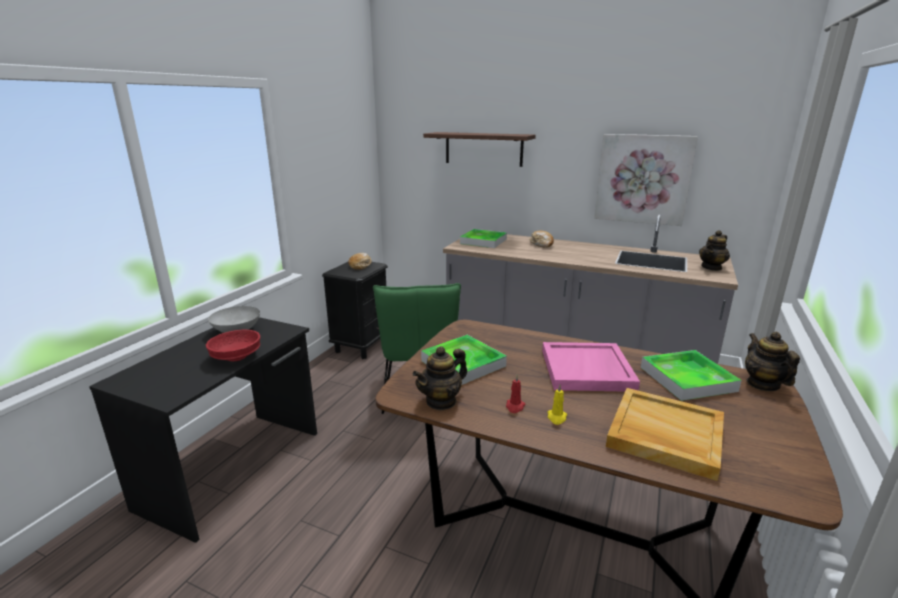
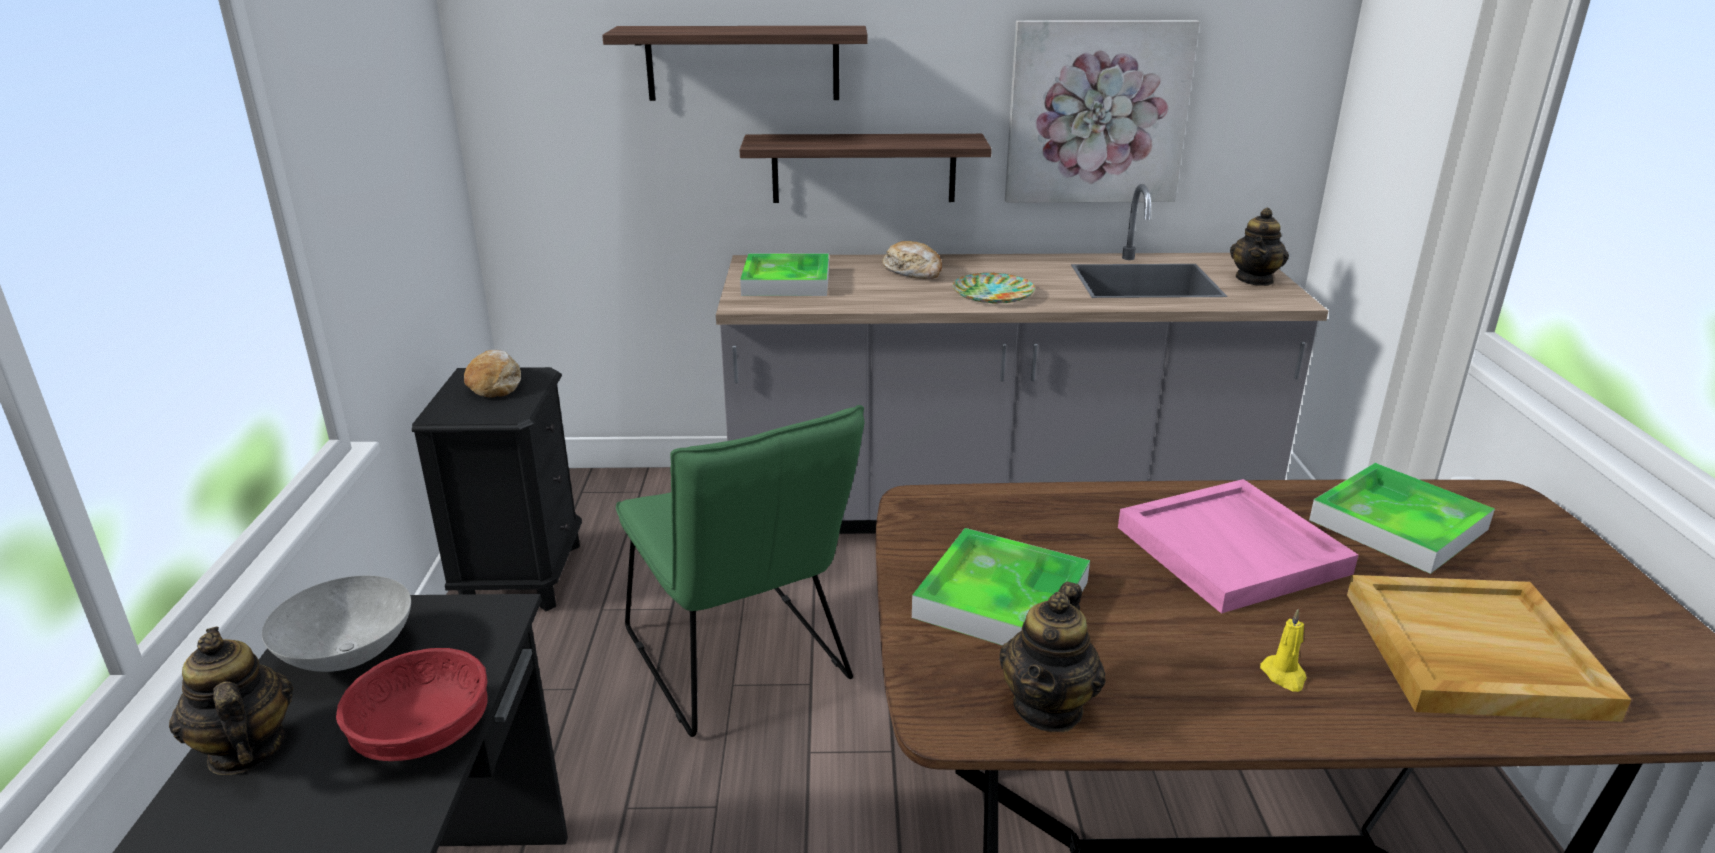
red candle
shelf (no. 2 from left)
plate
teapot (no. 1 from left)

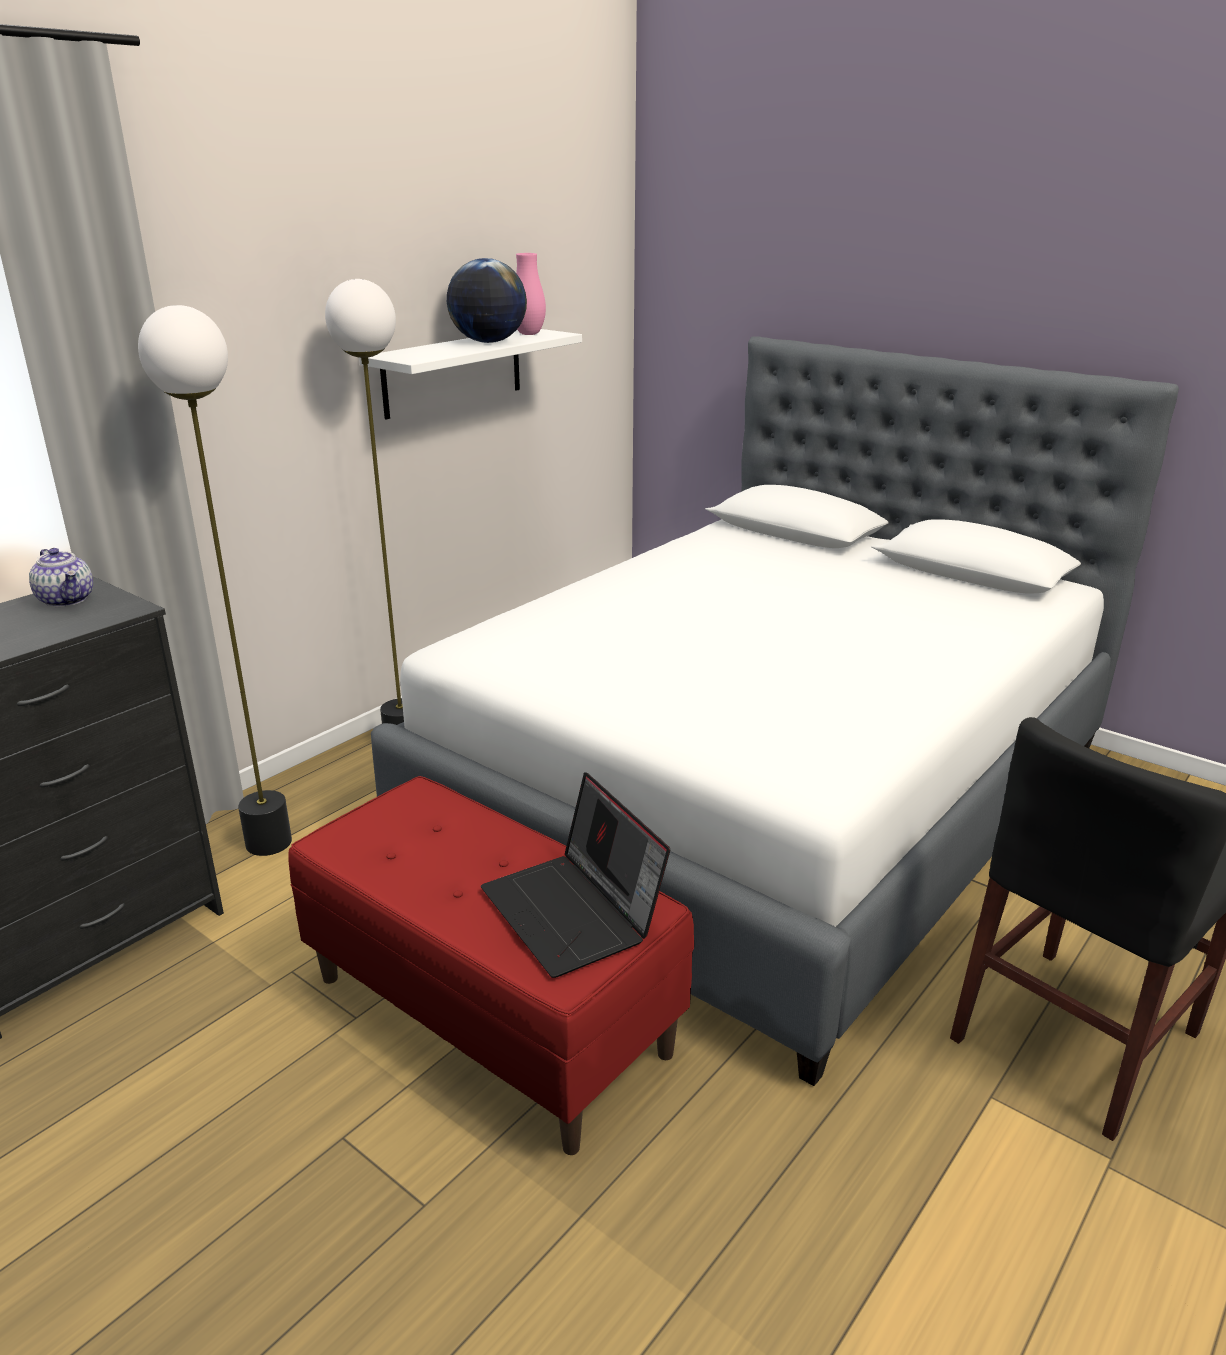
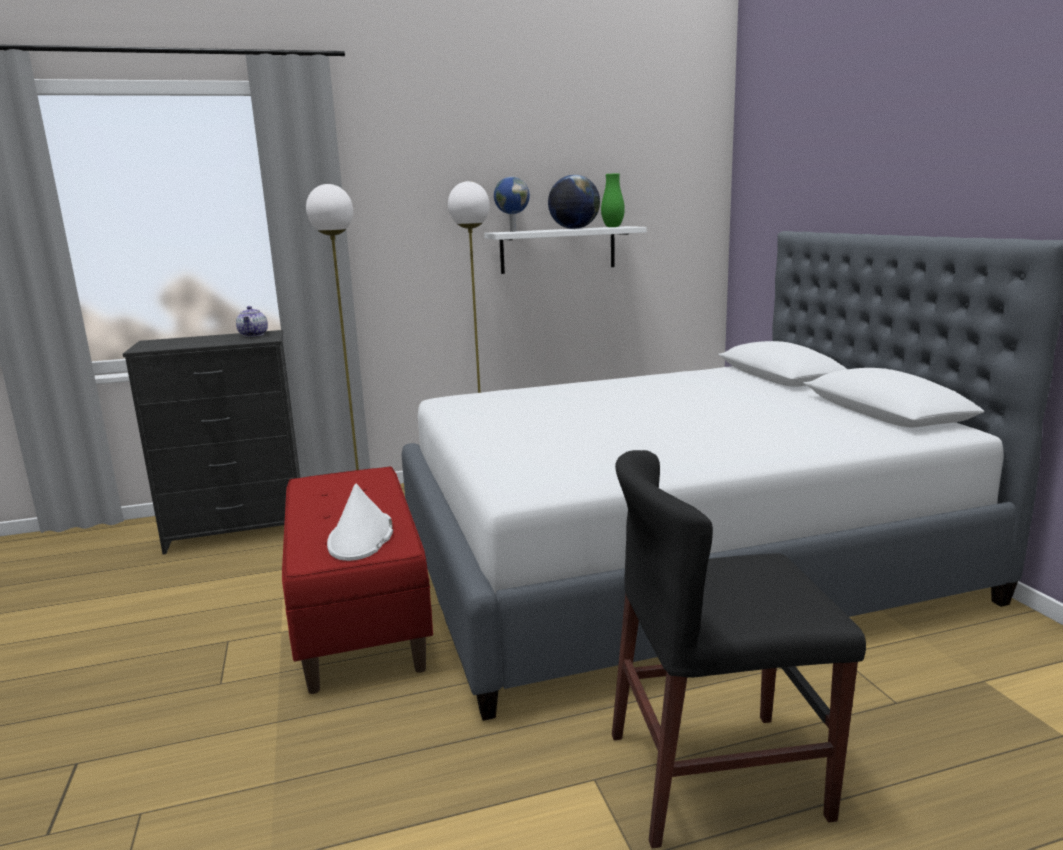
globe (no. 1 from left)
white hat
green vase

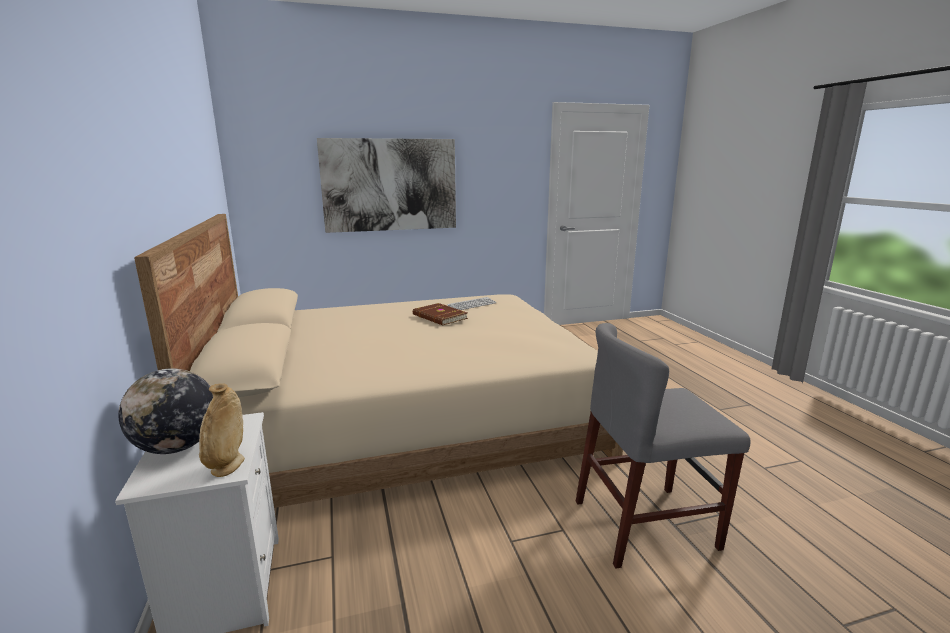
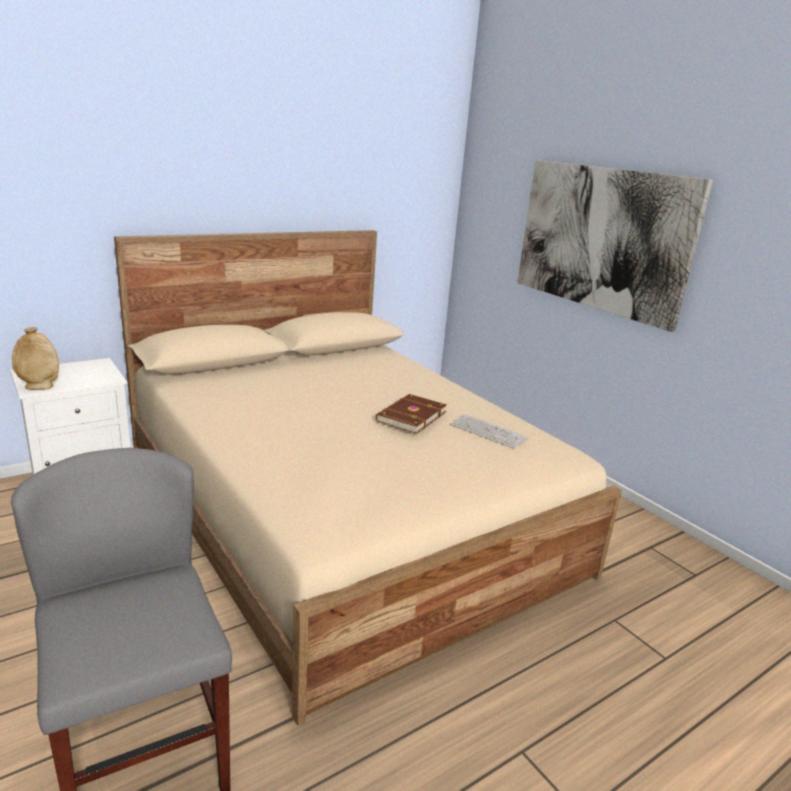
globe

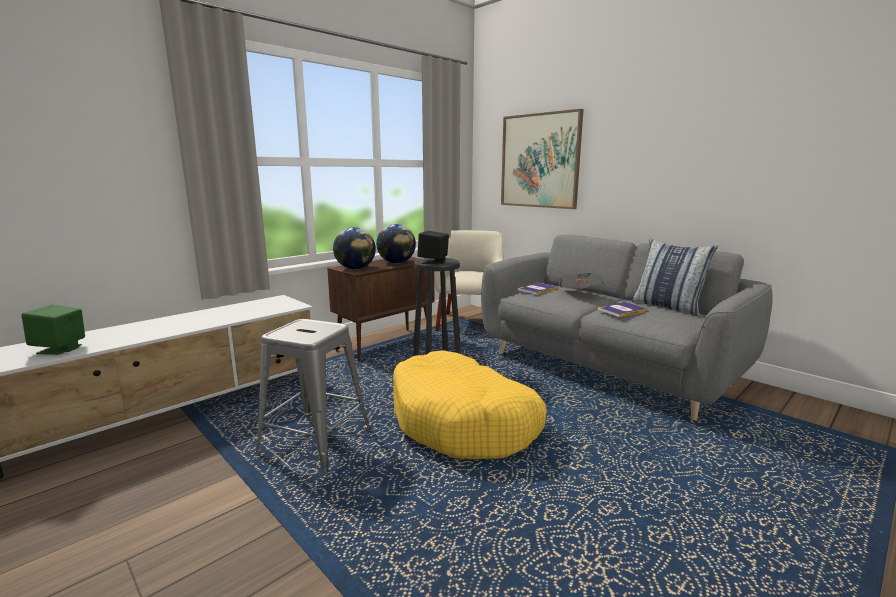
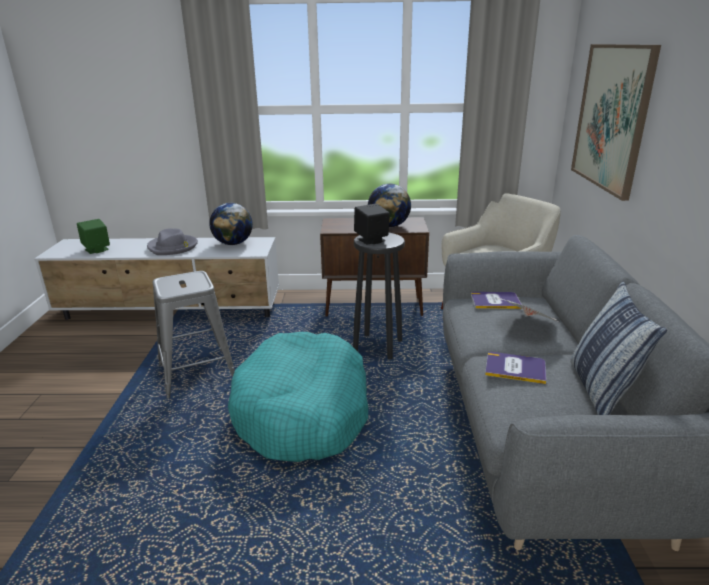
grey hat
globe (no. 1 from left)
turquoise dog bed

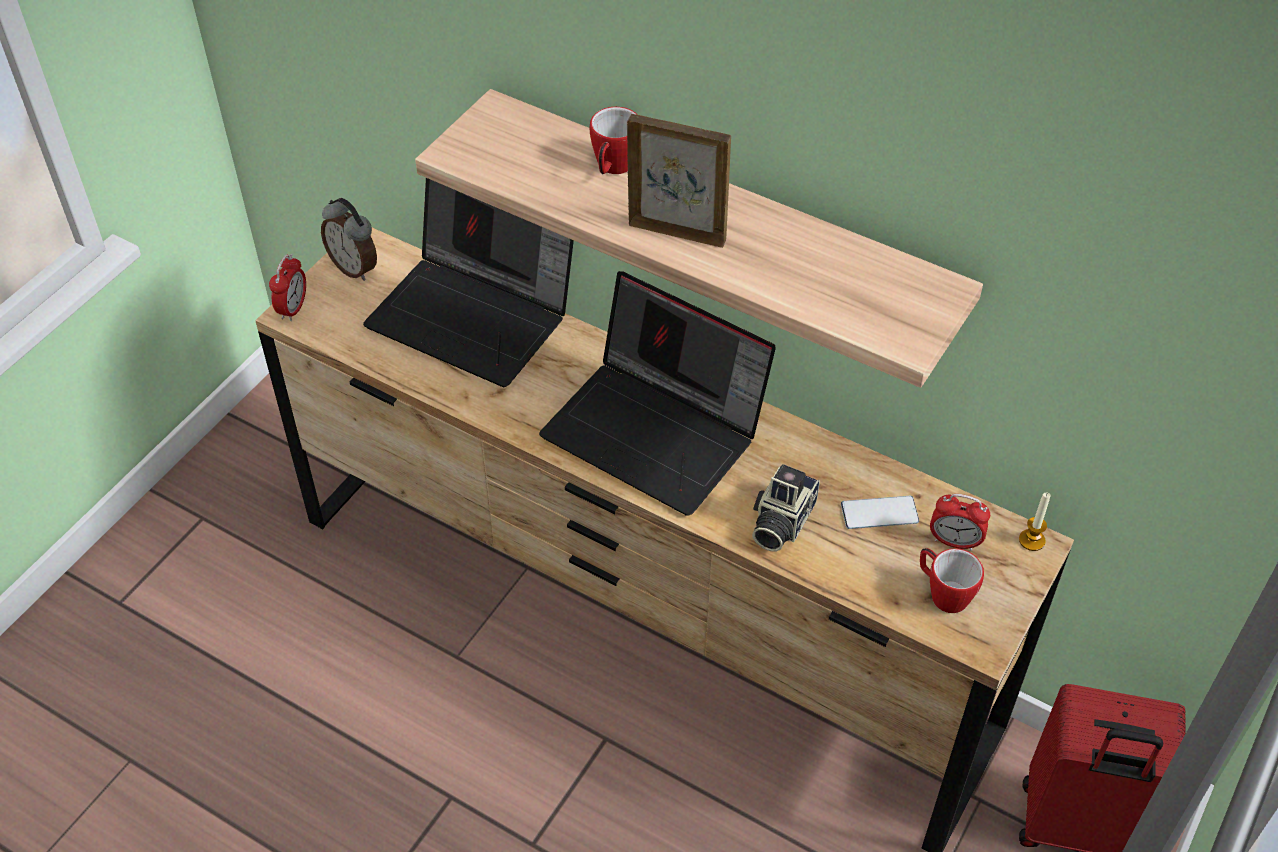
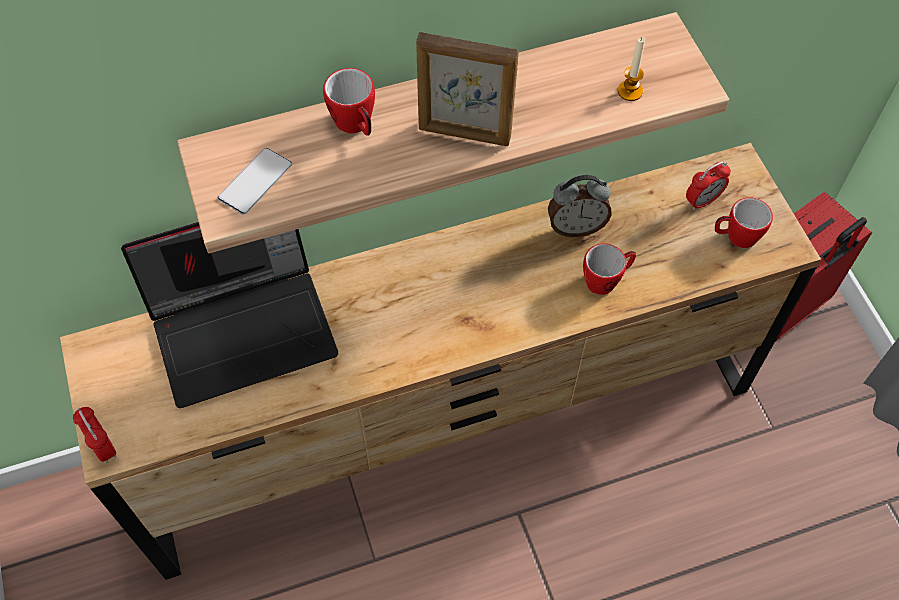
laptop (no. 2 from left in the first image)
alarm clock (no. 2 from left)
phone
candle
mug (no. 2 from left)
picture frame

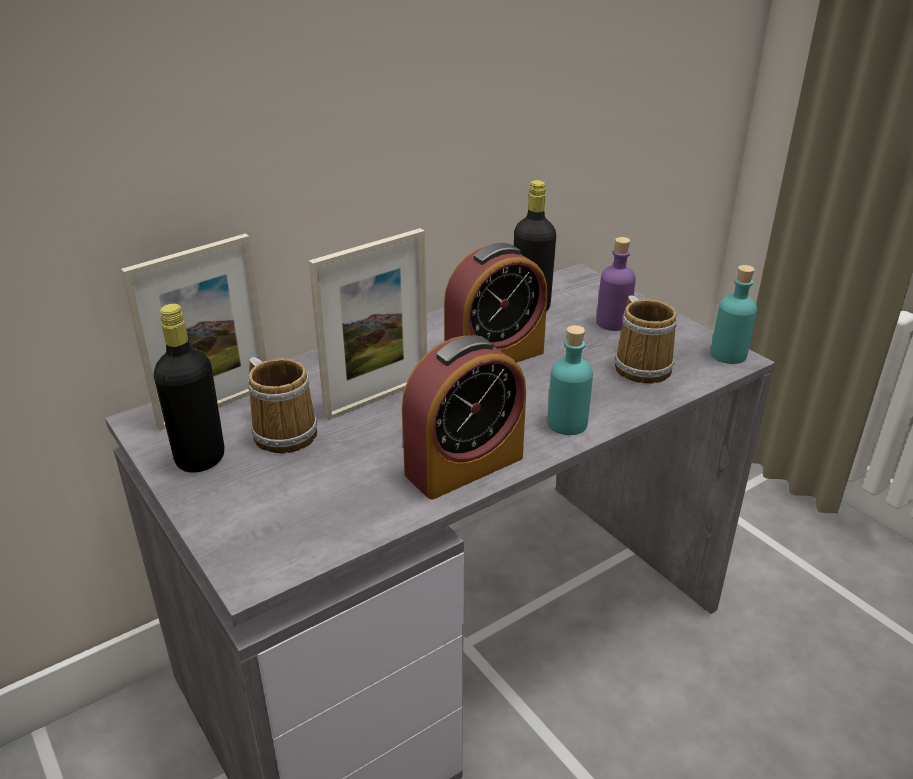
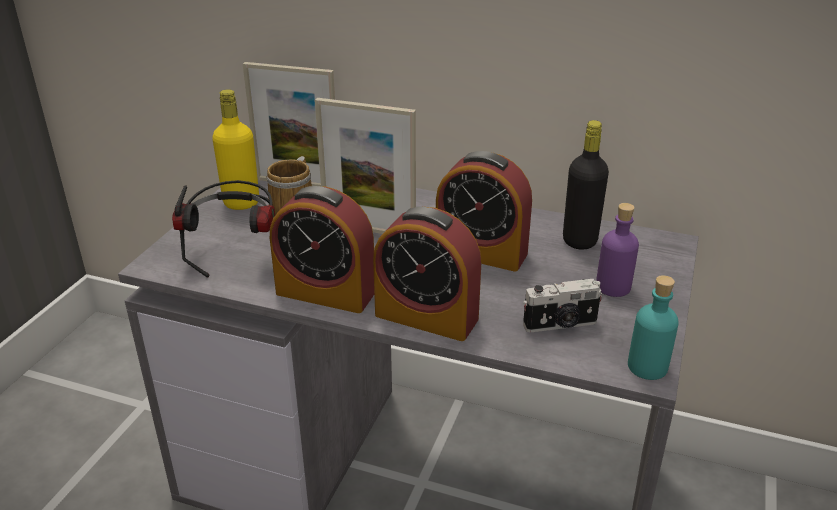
headphones
alarm clock (no. 2 from left)
photo camera
yellow bottle

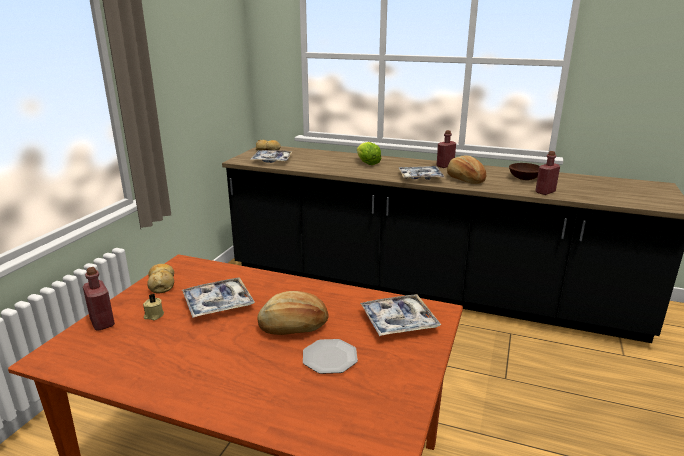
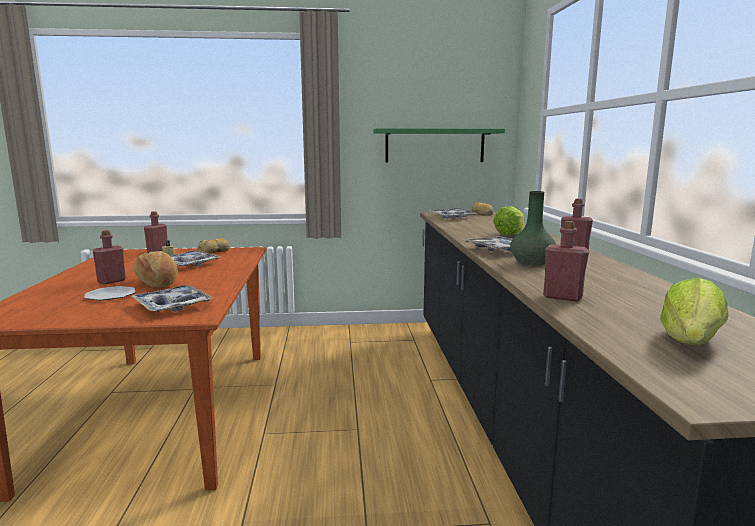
brown bowl
red bottle (no. 1 from left)
green shelf
lettuce (no. 2 from left)
green vase

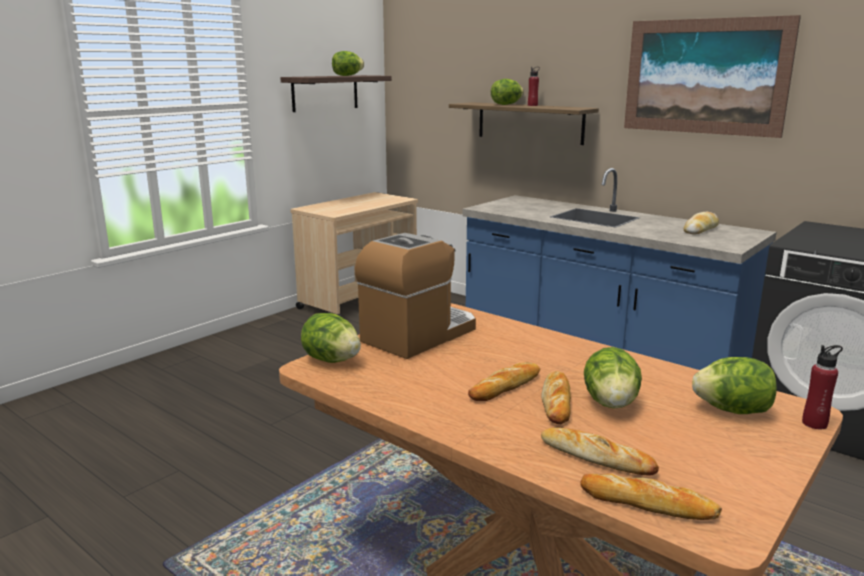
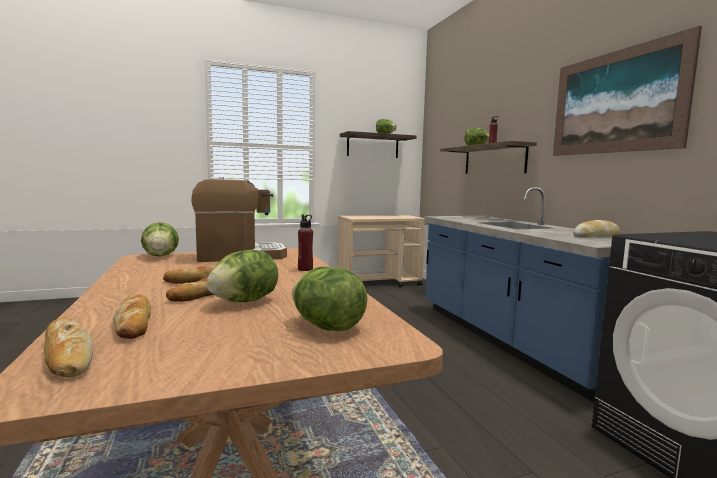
red bottle (no. 1 from left)

